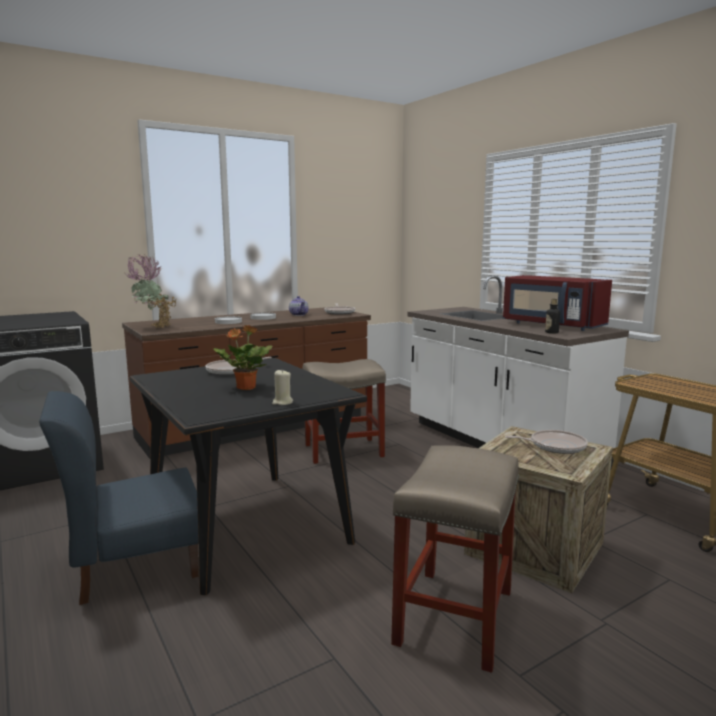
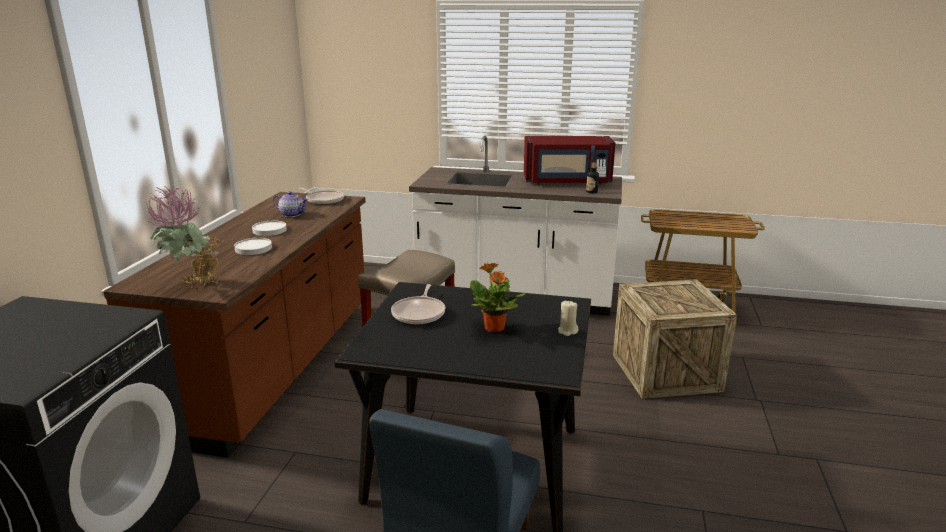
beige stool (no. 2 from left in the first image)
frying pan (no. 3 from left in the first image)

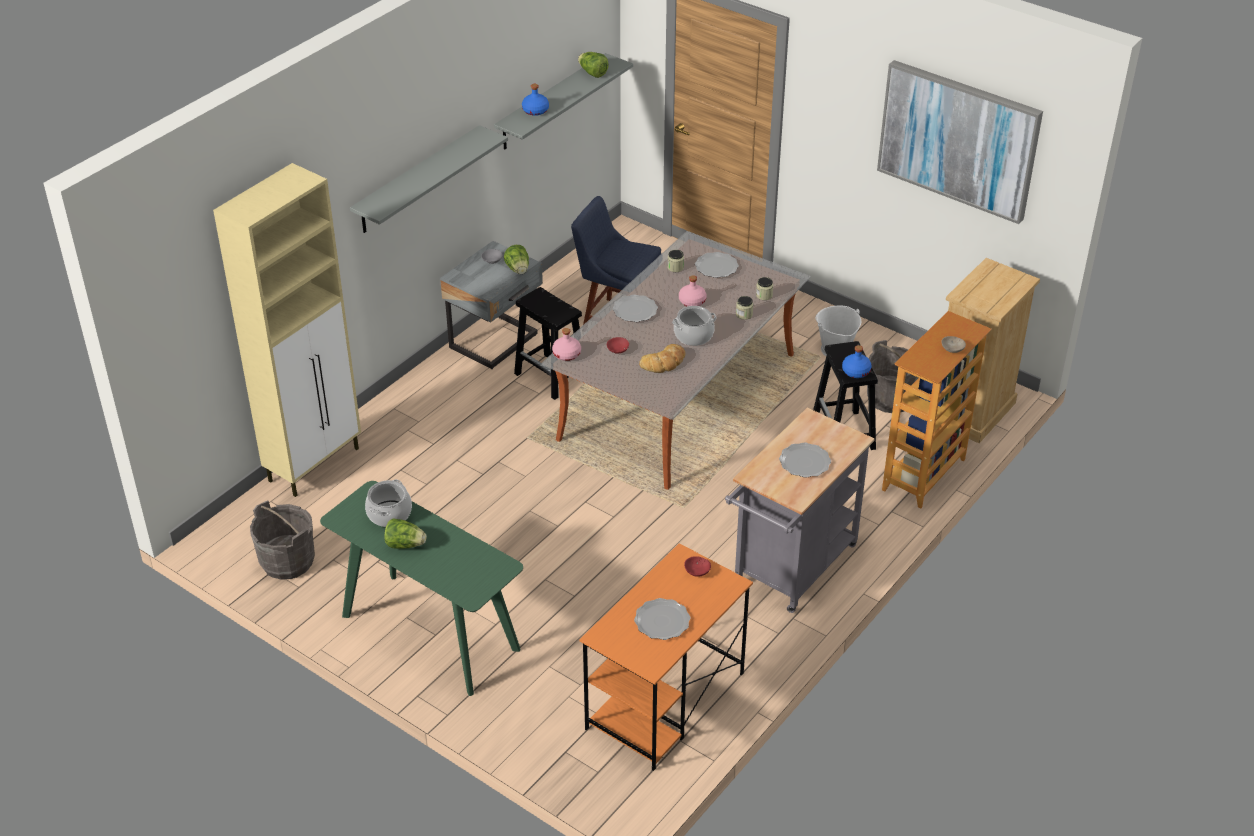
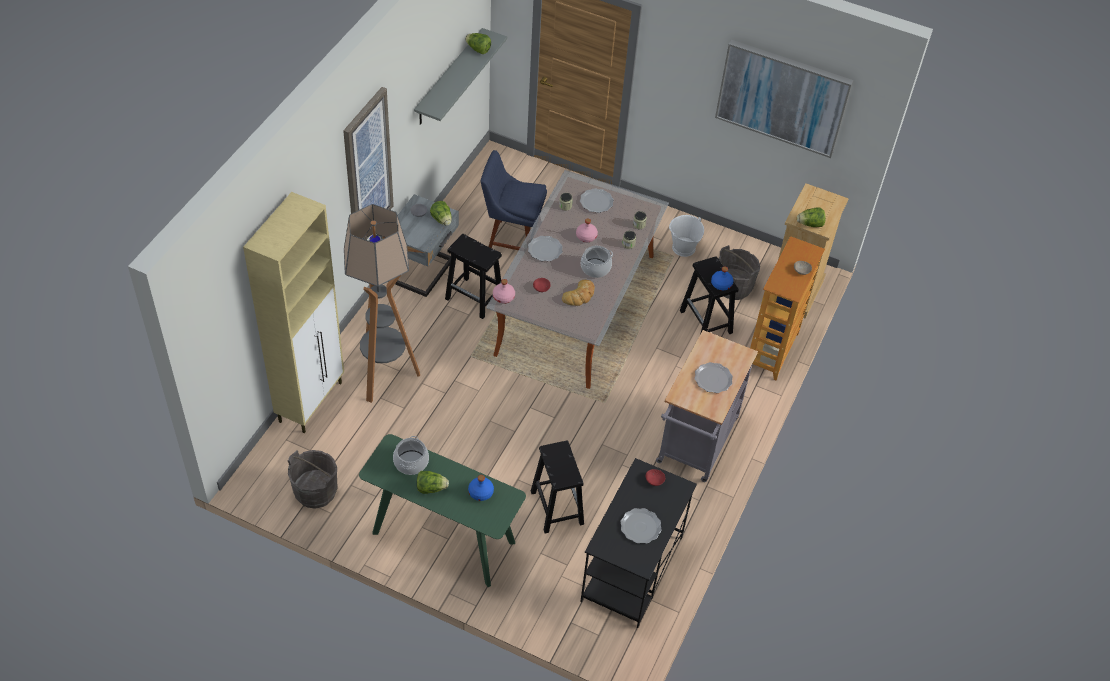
floor lamp
black stool (no. 2 from left)
lettuce (no. 4 from left)
blue bottle (no. 1 from left)
picture (no. 1 from left)
black desk

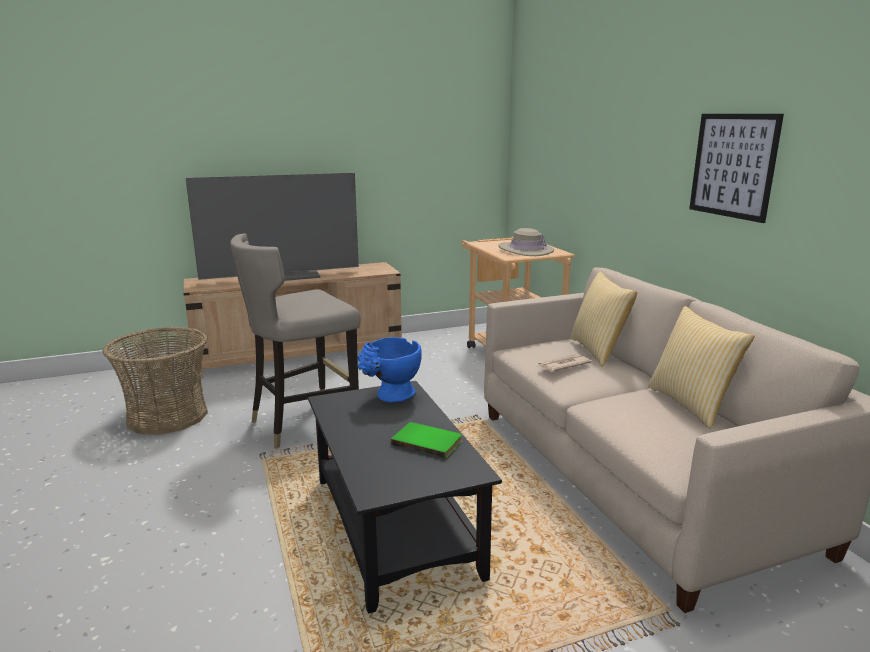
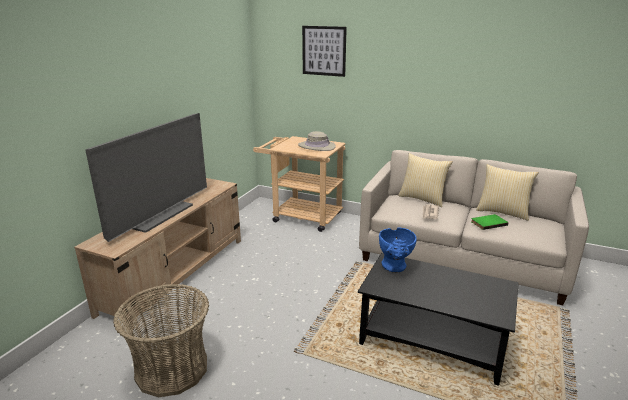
grey stool
green book
picture

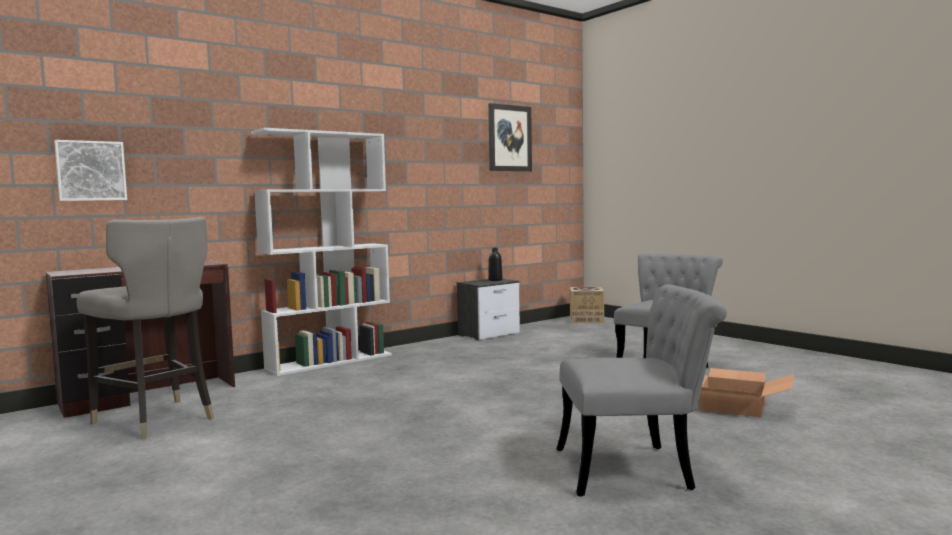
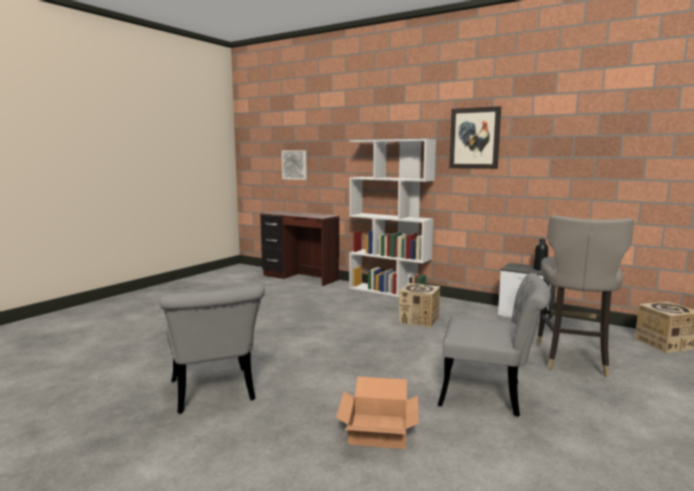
cardboard box (no. 2 from left)
grey stool
picture (no. 2 from left)

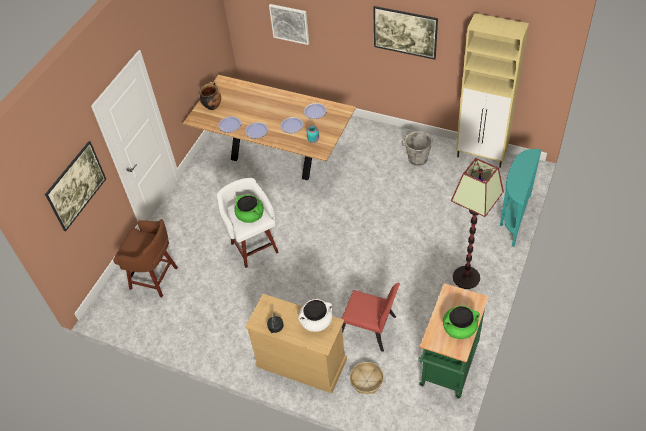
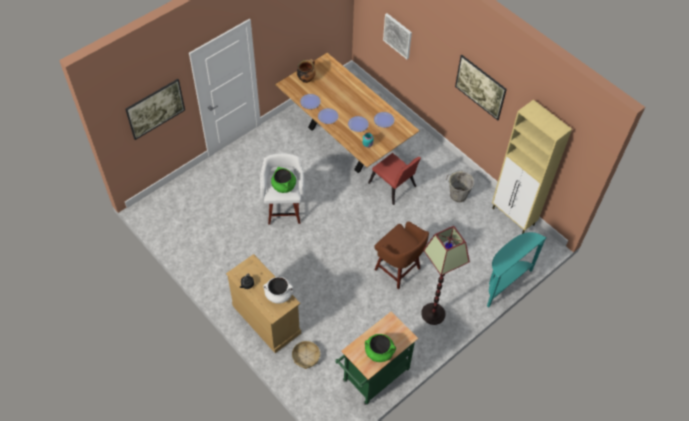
brown stool
red chair

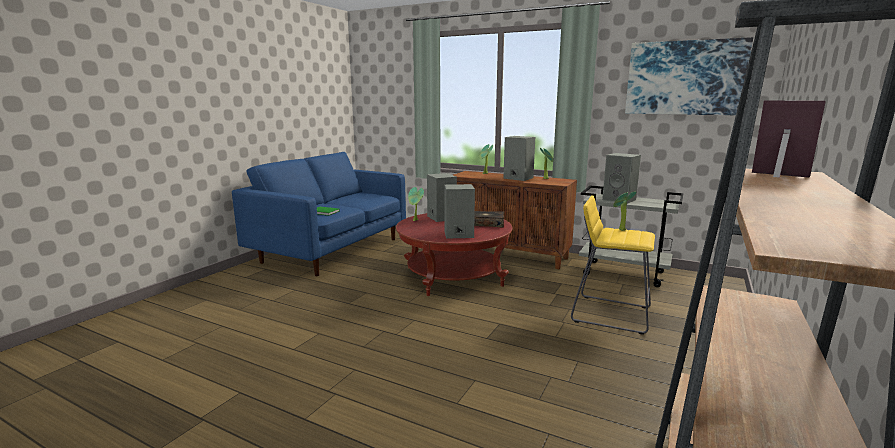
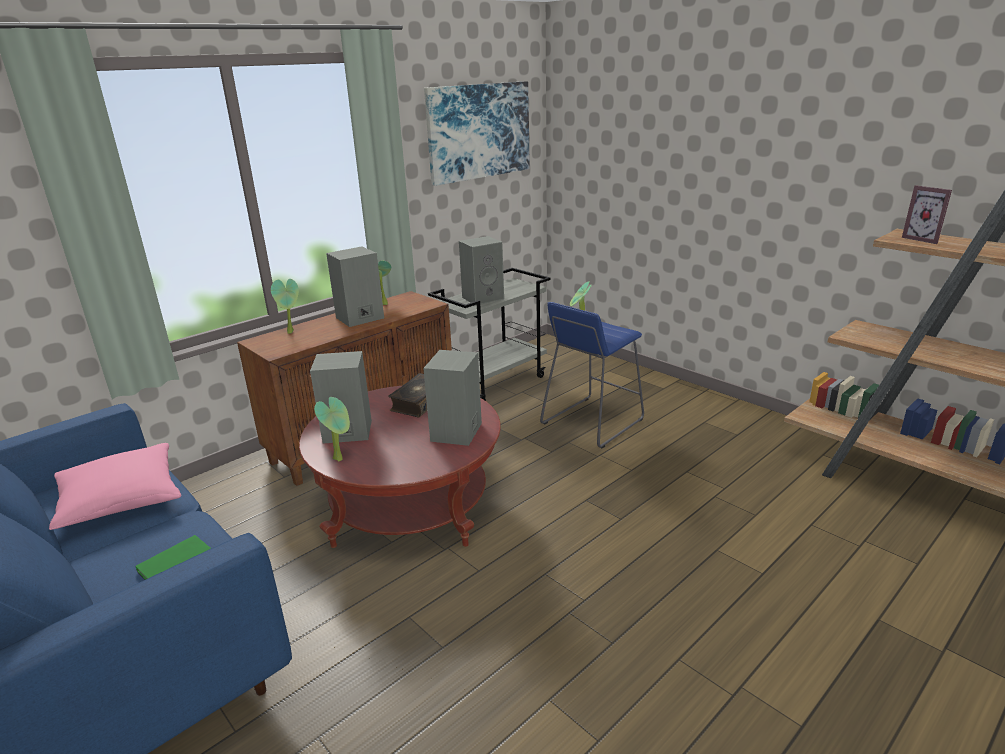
pink pillow
blue stool
picture frame

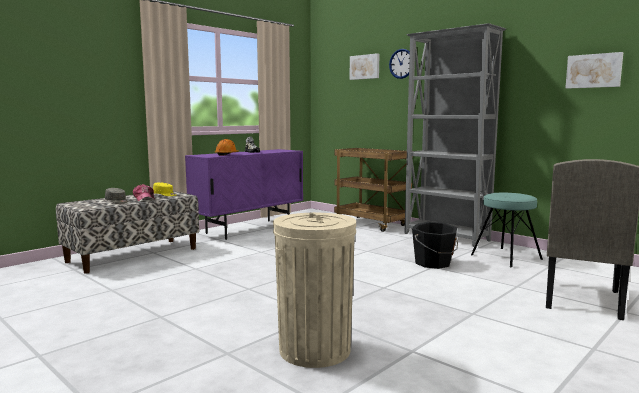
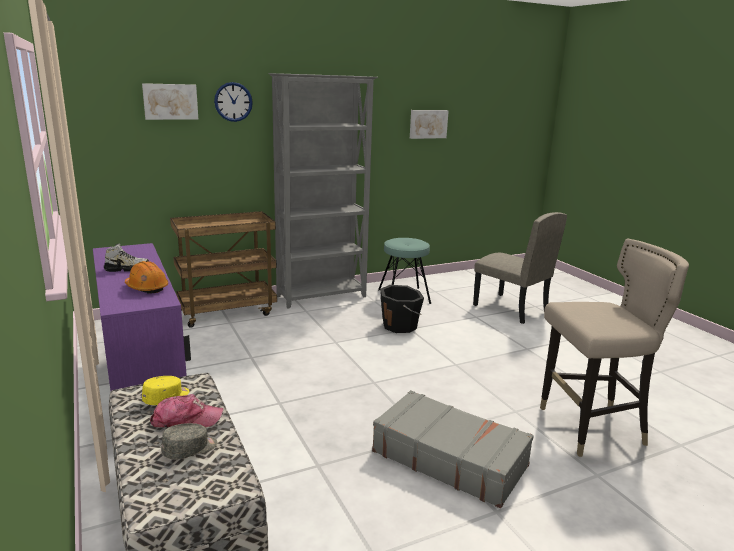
grey suitcase
beige stool

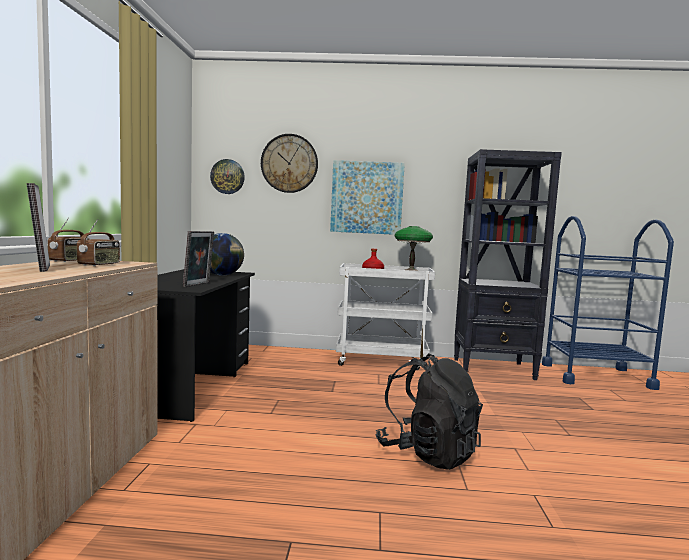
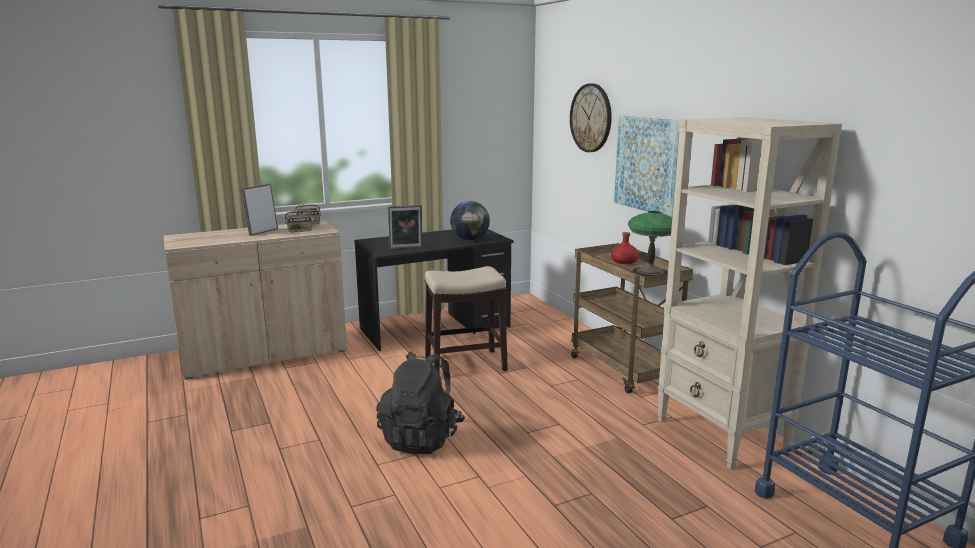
wall clock (no. 1 from left in the first image)
stool
brown cart
beige bookcase

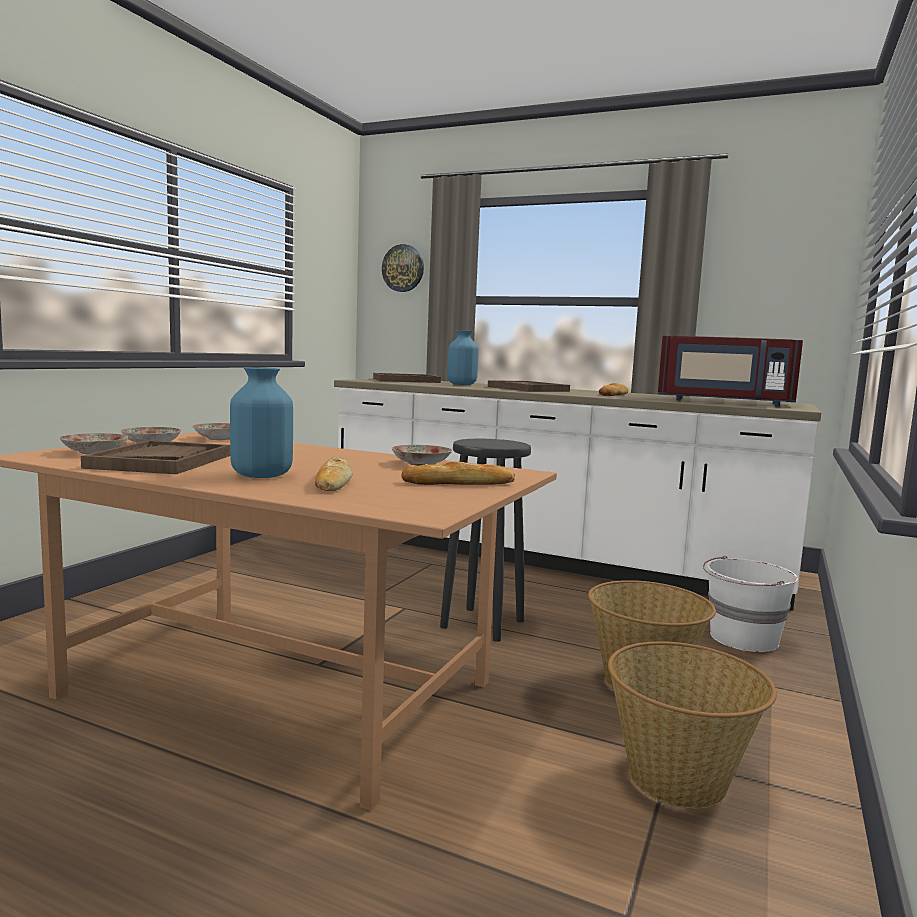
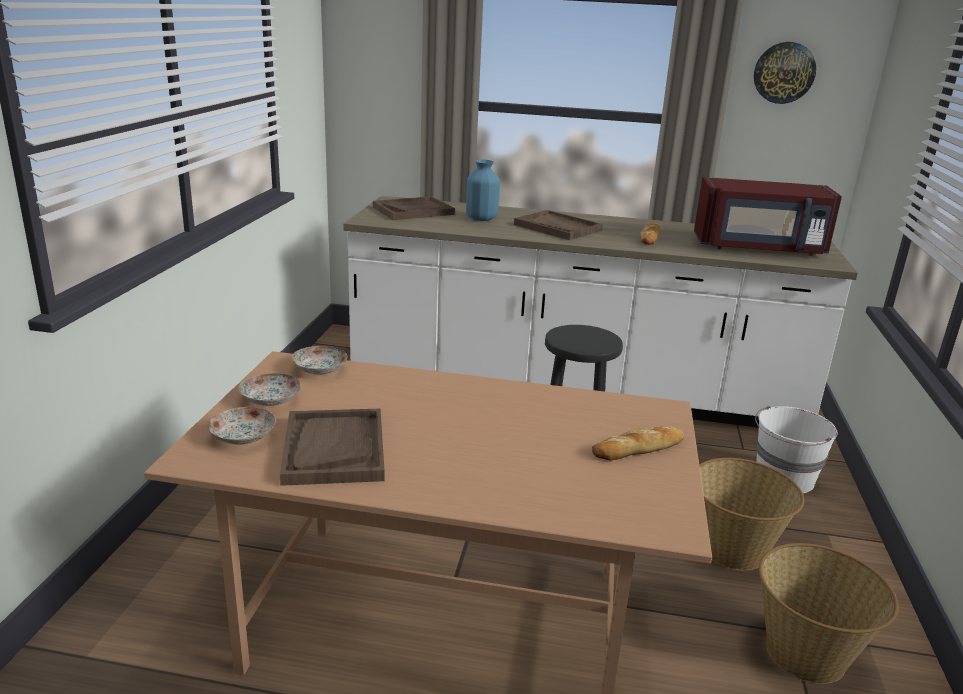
blue vase (no. 1 from left in the first image)
bread (no. 1 from left in the first image)
plate (no. 4 from left in the first image)
wall clock

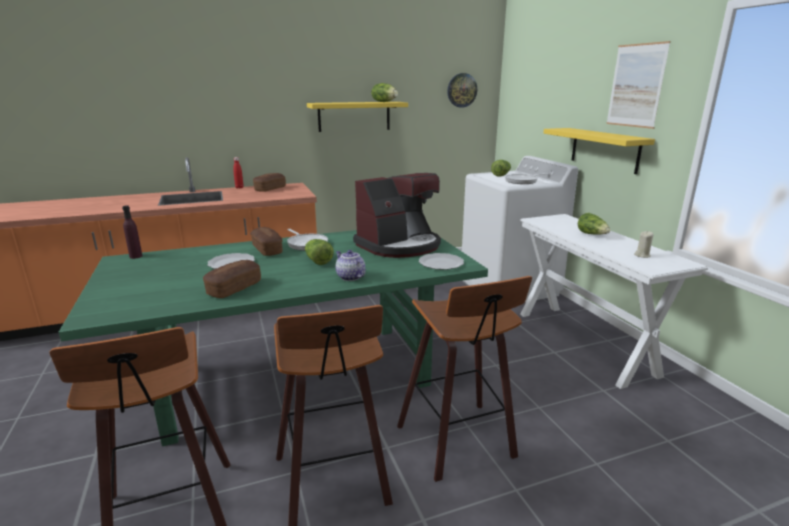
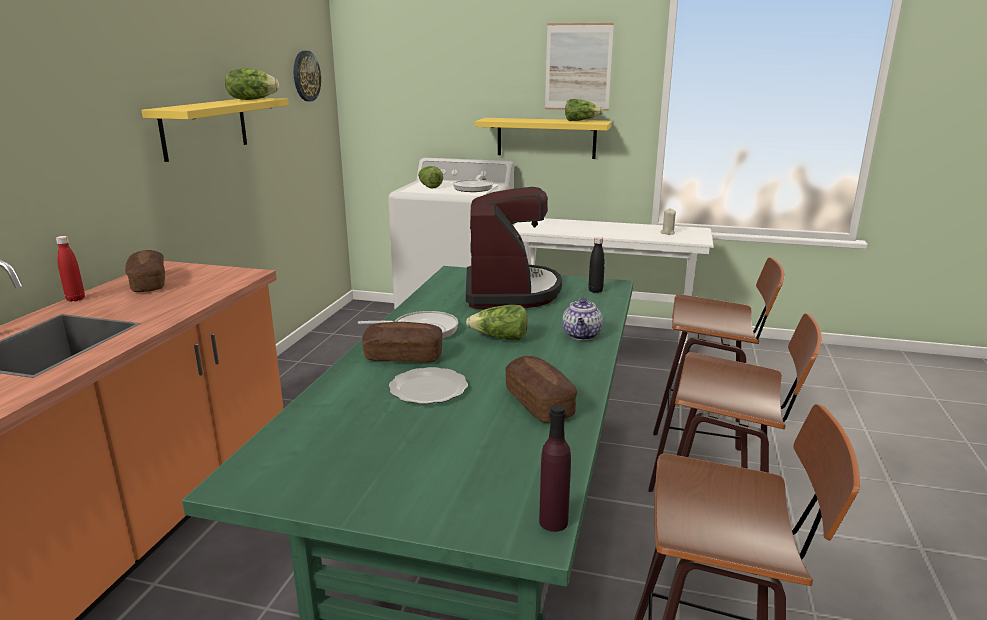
purple bottle
lettuce (no. 4 from left)
black bottle
teapot

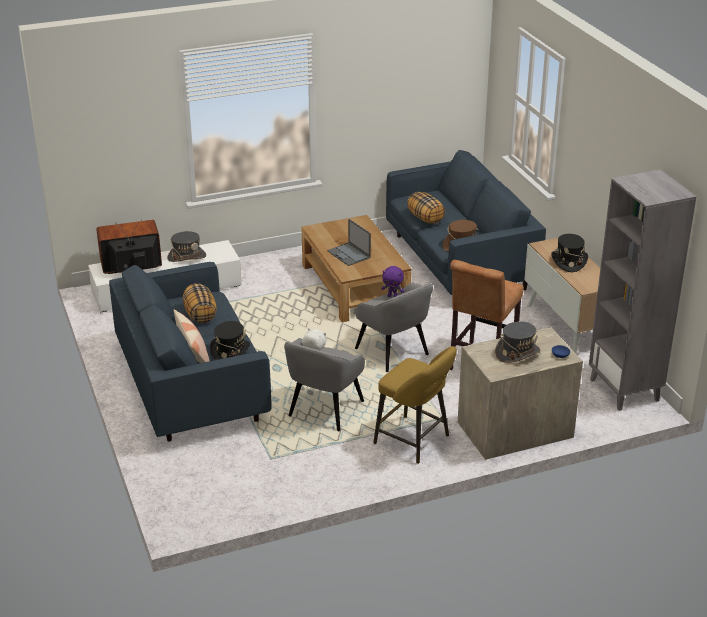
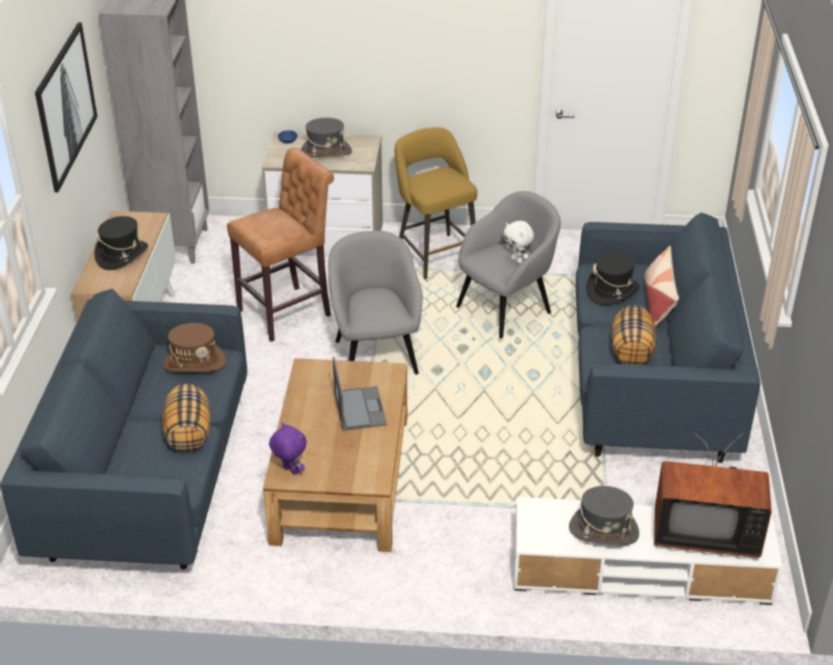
picture
purple plush toy

